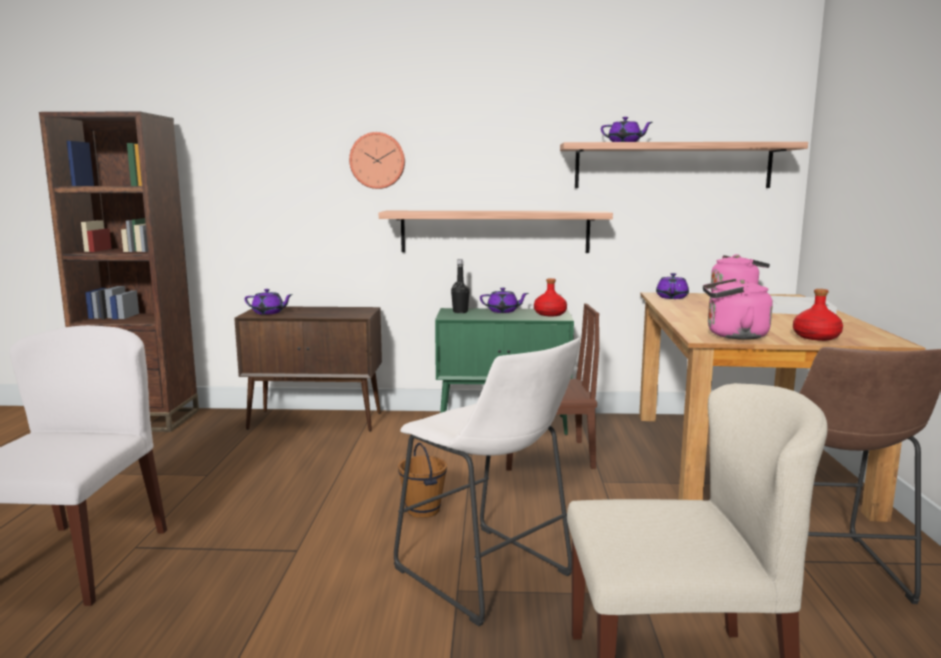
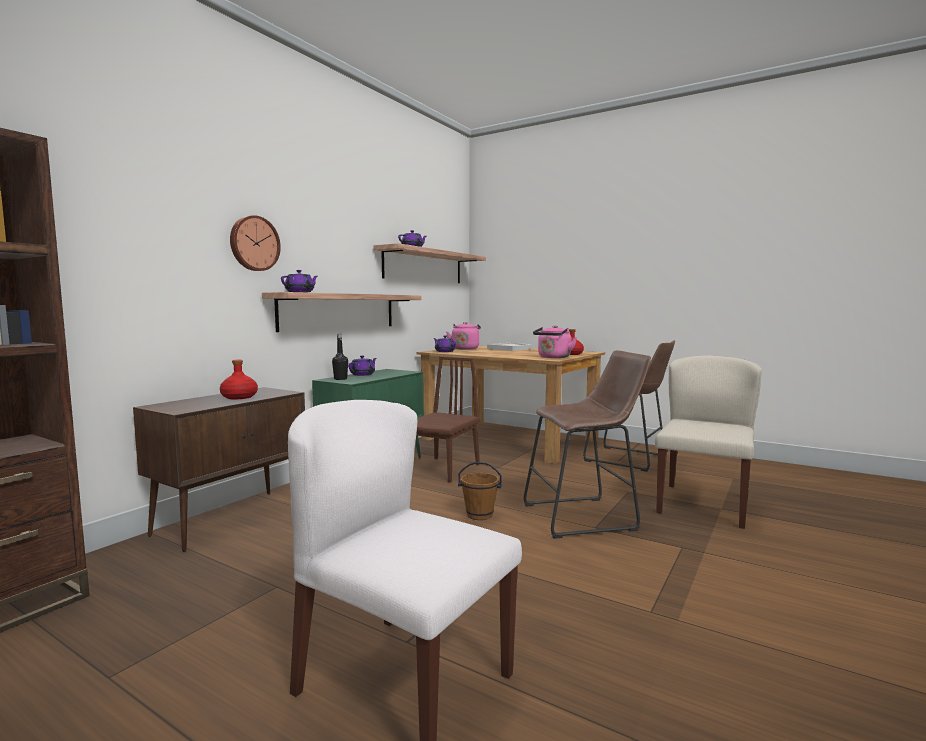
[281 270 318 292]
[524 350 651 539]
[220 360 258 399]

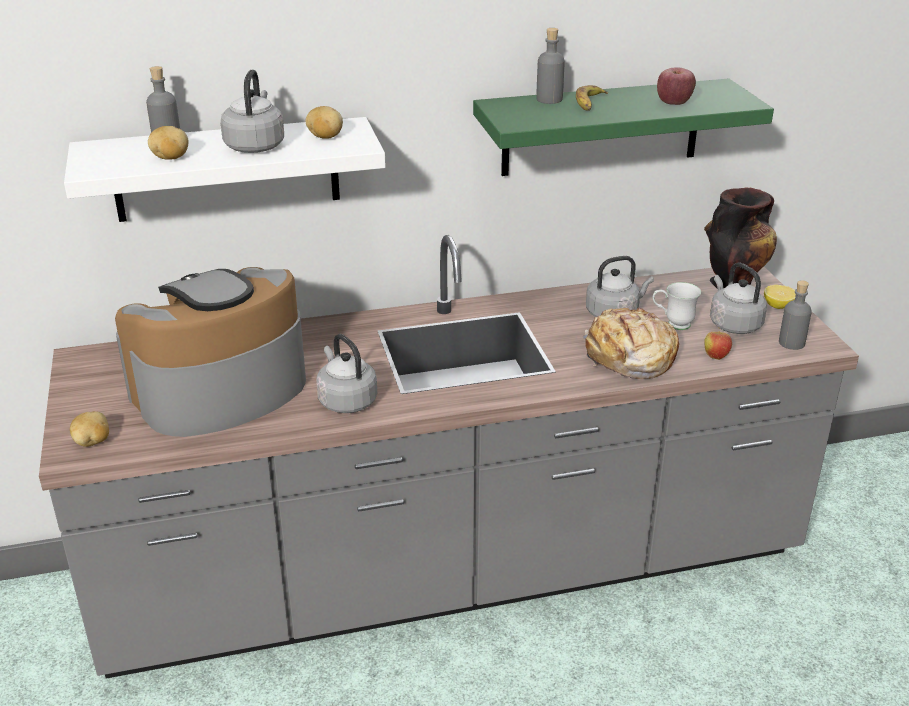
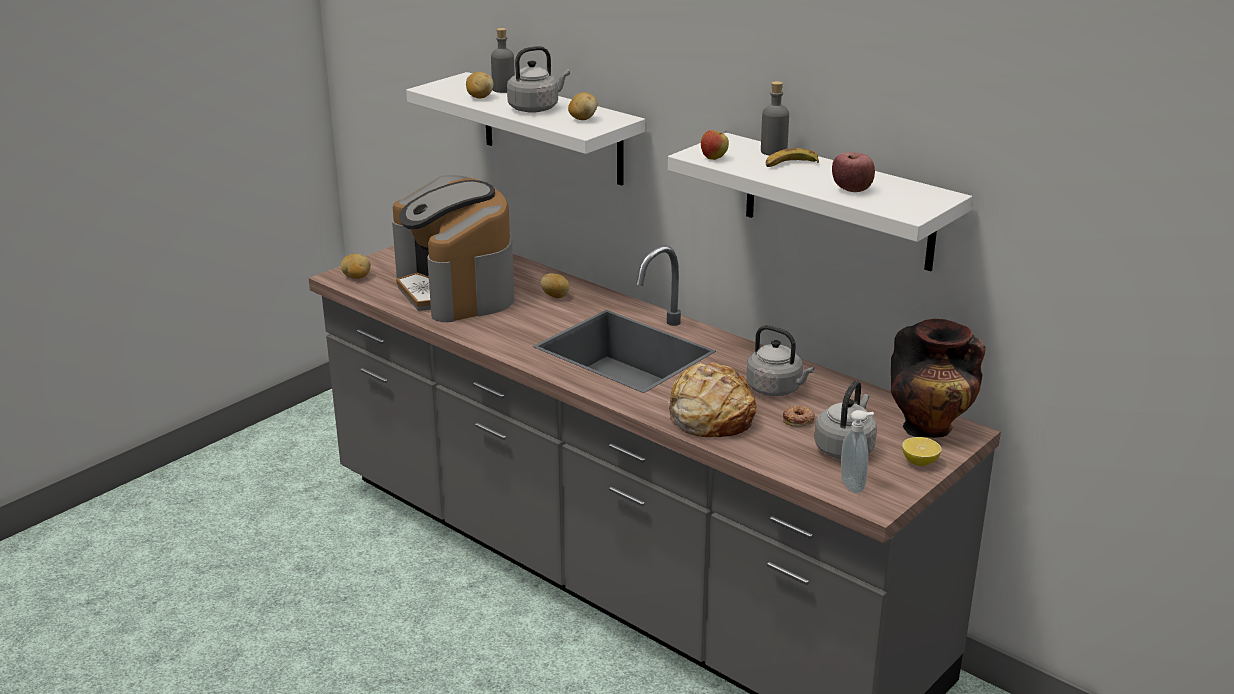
[392 175 514 322]
[316 334 377 413] (first image)
[668 133 972 271]
[783 406 815 427]
[701 130 729 160]
[841 410 874 494]
[541 273 570 298]

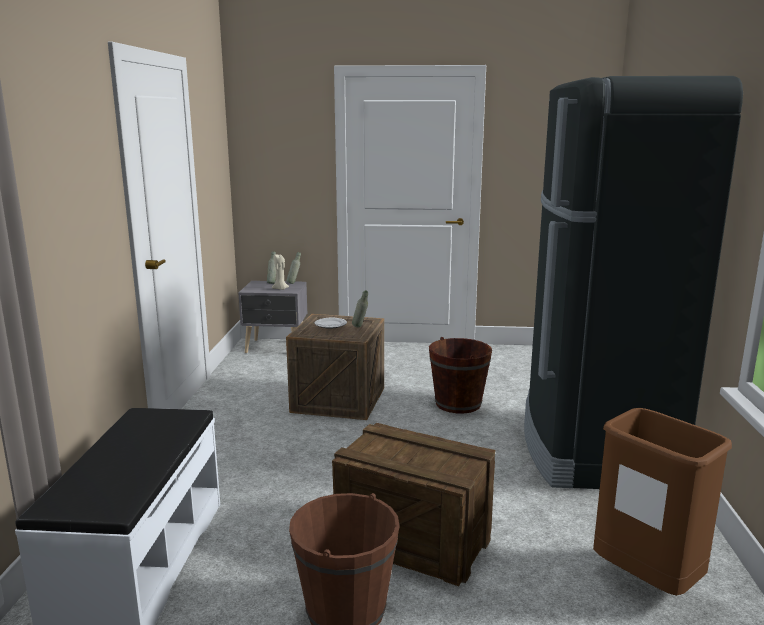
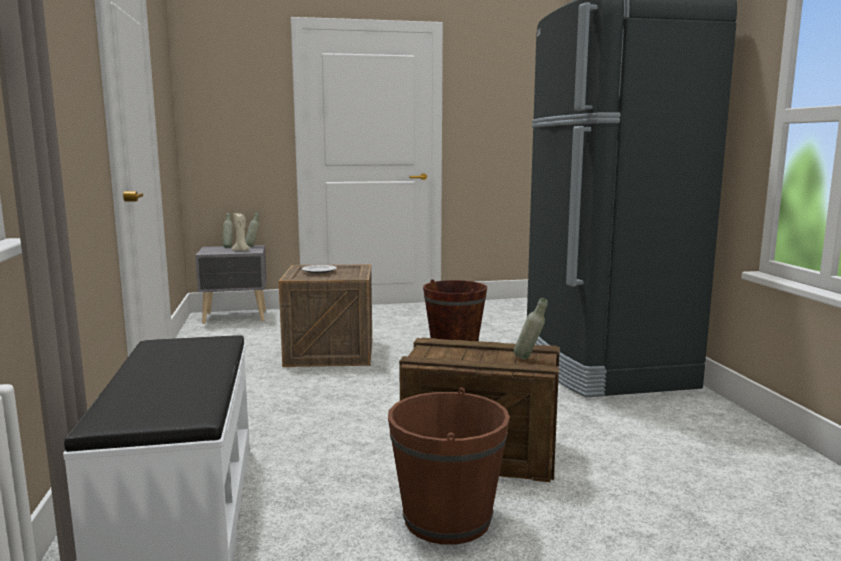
[514 298 548 360]
[593 408 732 596] (first image)

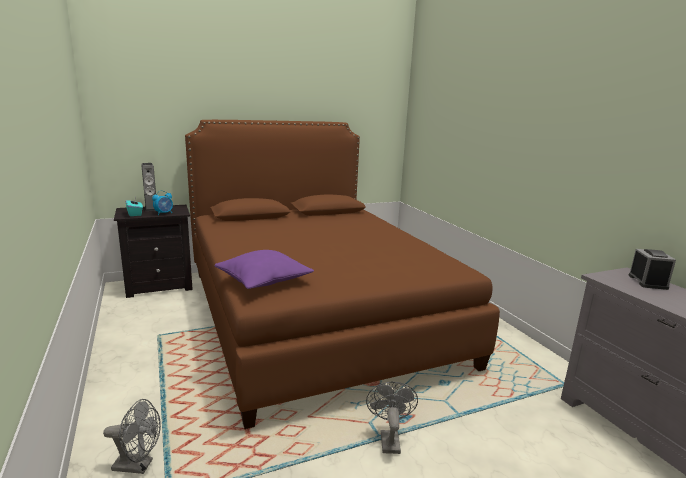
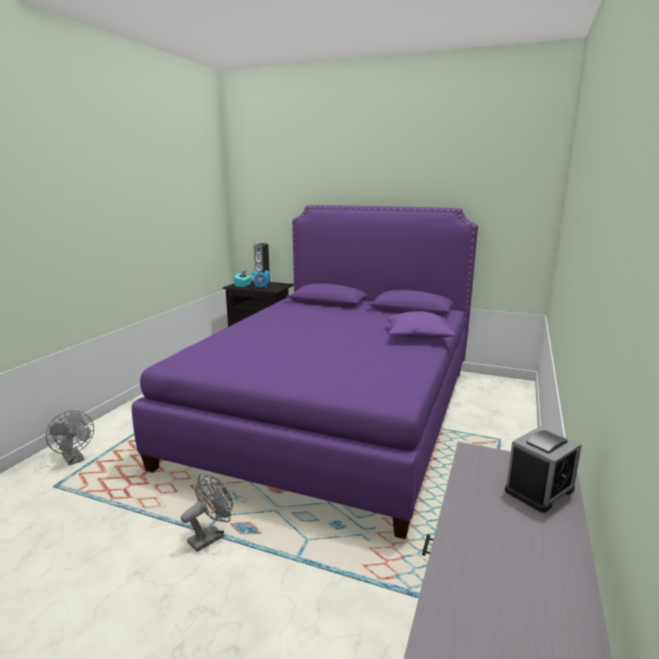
[132 205 478 539]
[387 311 455 339]

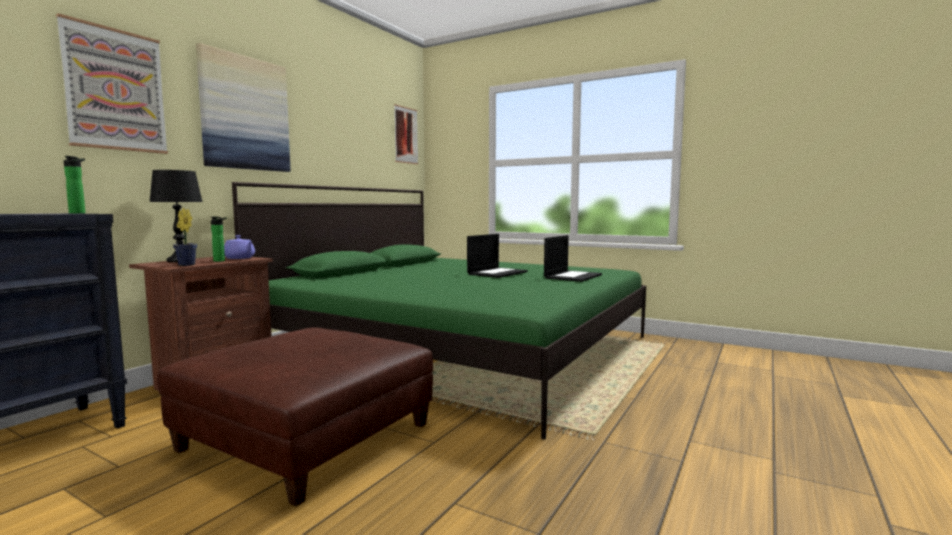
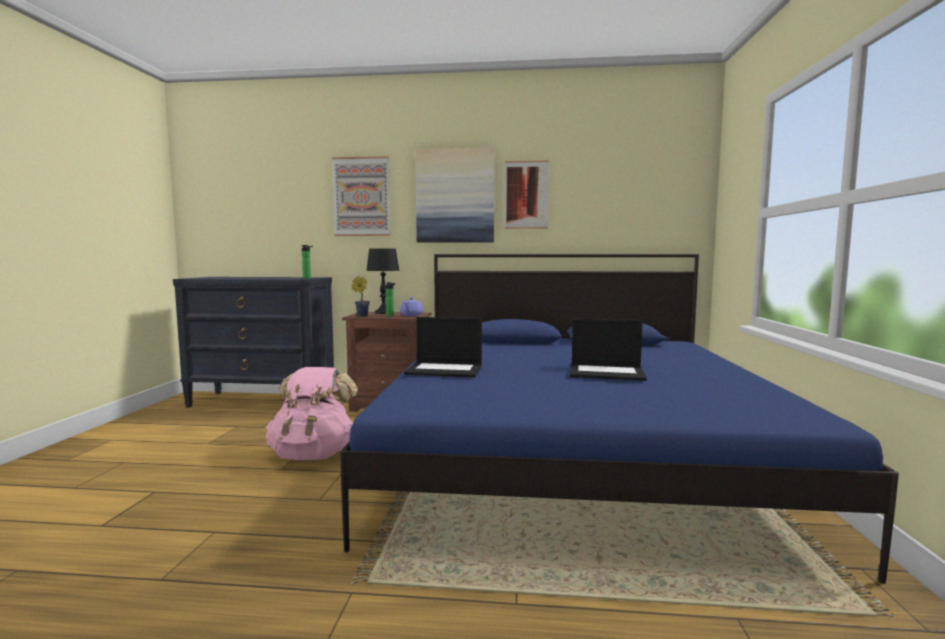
[266 367 358 460]
[340 254 899 584]
[505 160 549 229]
[404 317 482 377]

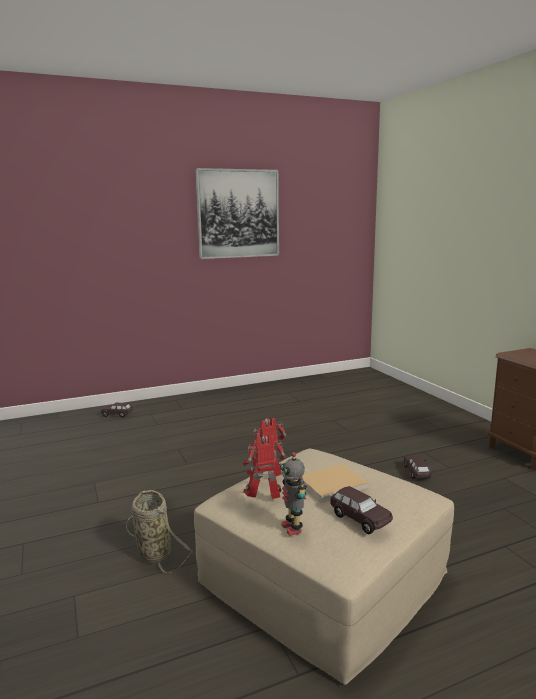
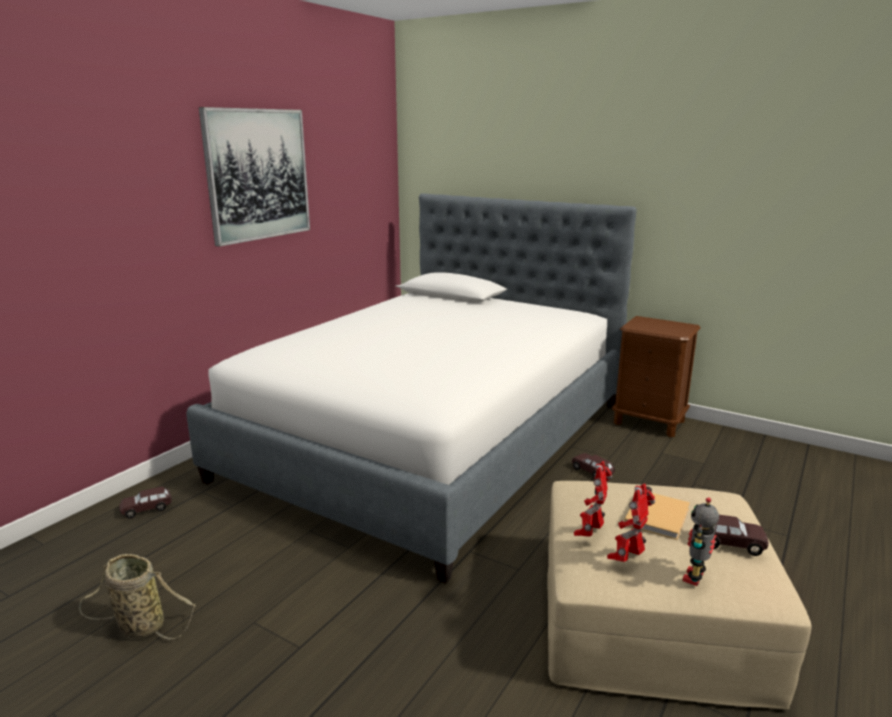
[79 554 195 639]
[682 497 719 586]
[186 193 637 584]

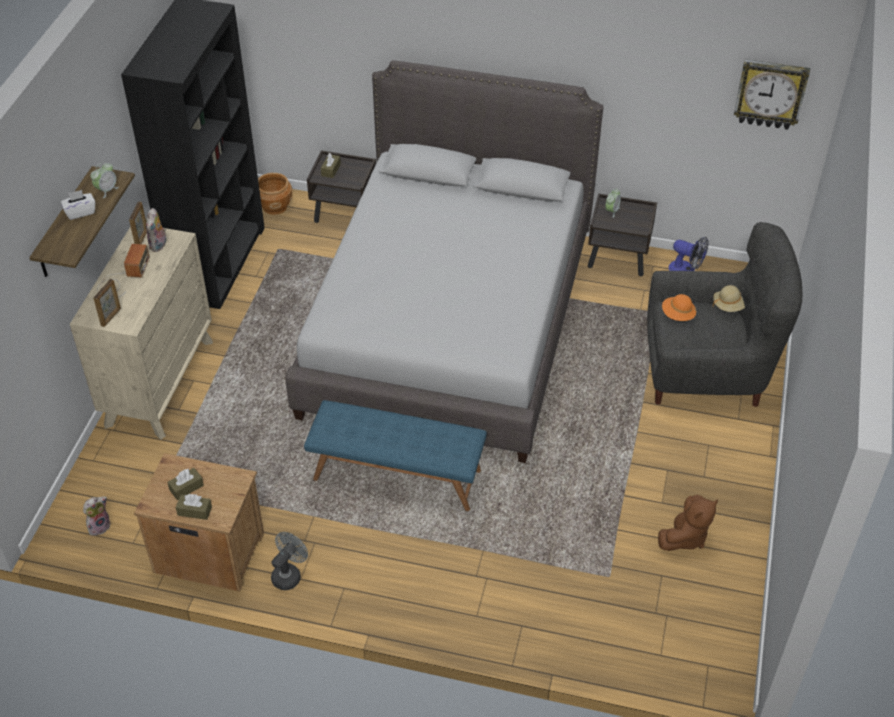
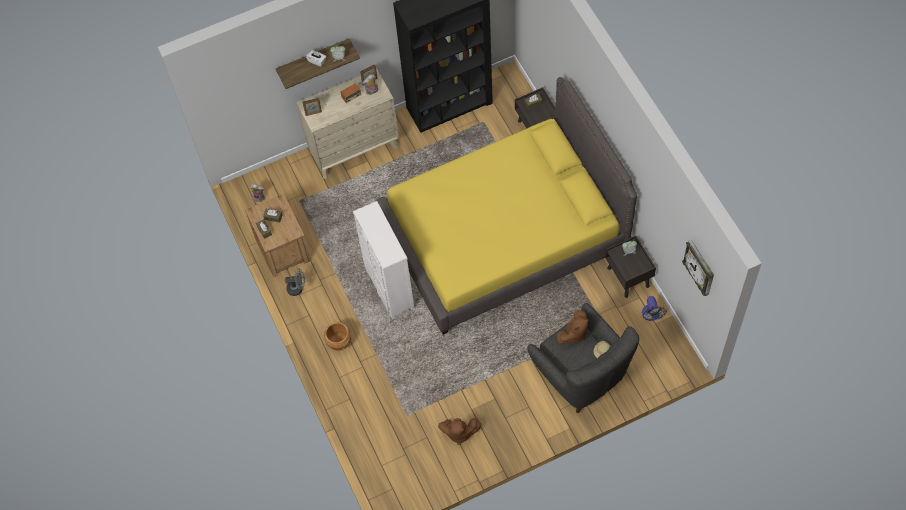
[324 322 351 351]
[377 77 637 335]
[353 201 415 319]
[556 310 589 344]

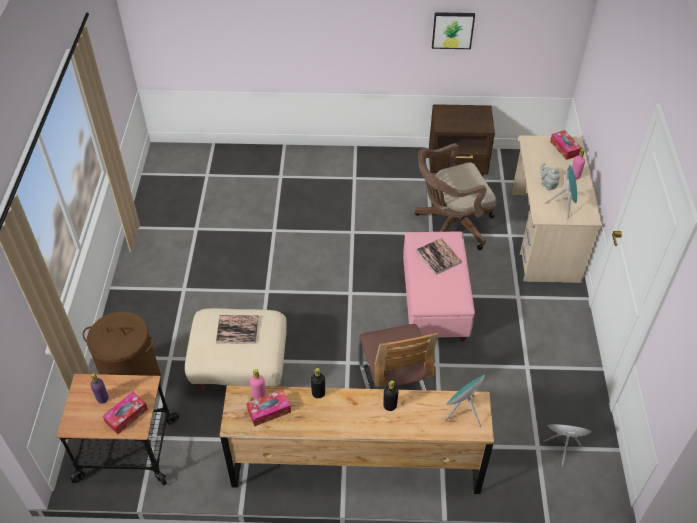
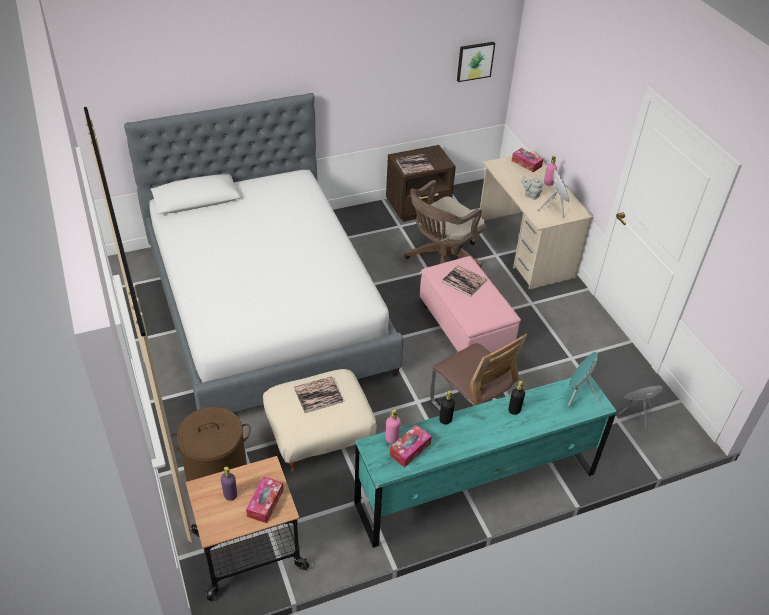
[354 376 617 548]
[457 42 495 82]
[124 93 404 413]
[396 154 434 175]

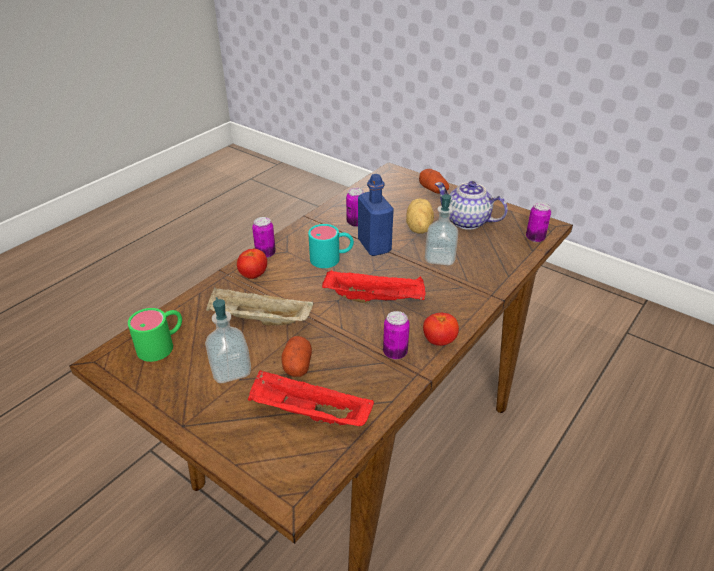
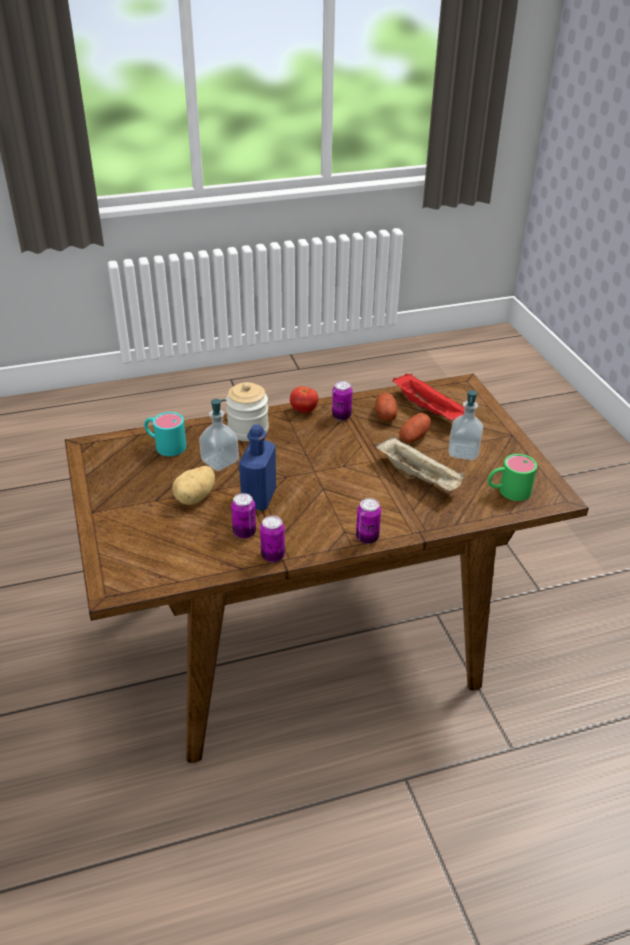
[237 249 267 279] (first image)
[144 412 186 456]
[322 270 425 304] (first image)
[375 393 397 421]
[435 181 508 230] (first image)
[260 516 285 562]
[226 382 269 441]

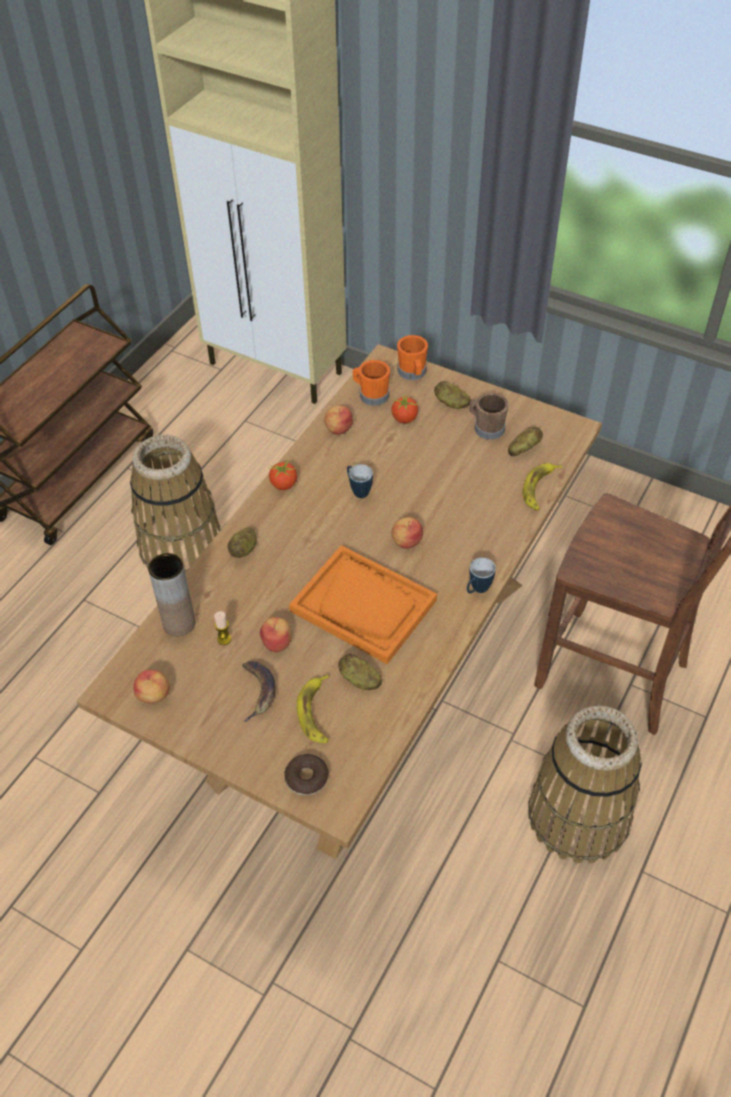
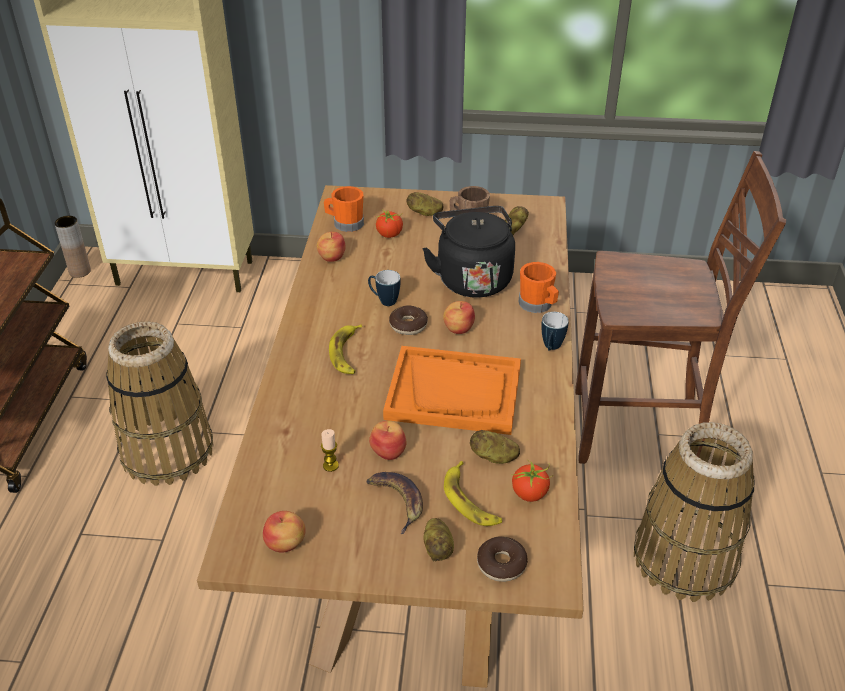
[55 216 91 278]
[423 518 454 561]
[511 461 552 502]
[519 262 559 313]
[329 324 362 374]
[389 305 428 335]
[422 206 515 298]

